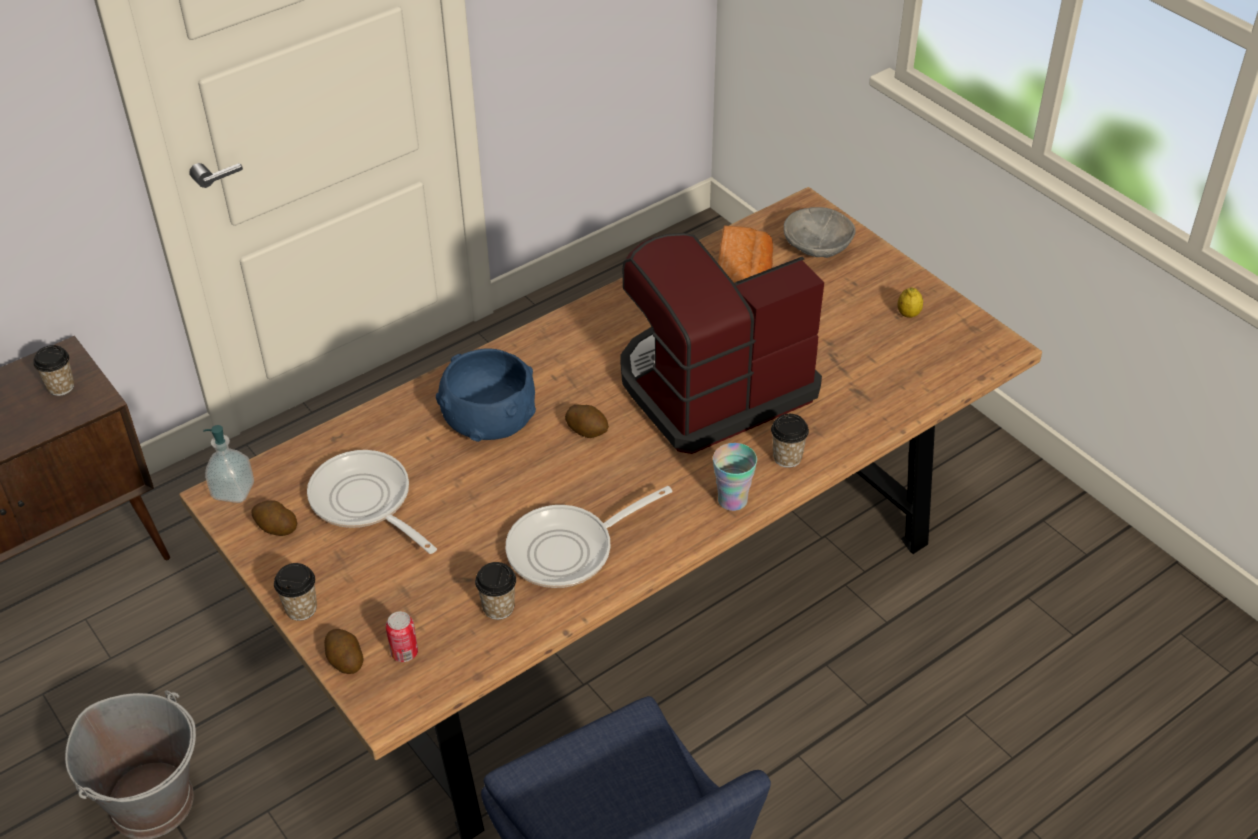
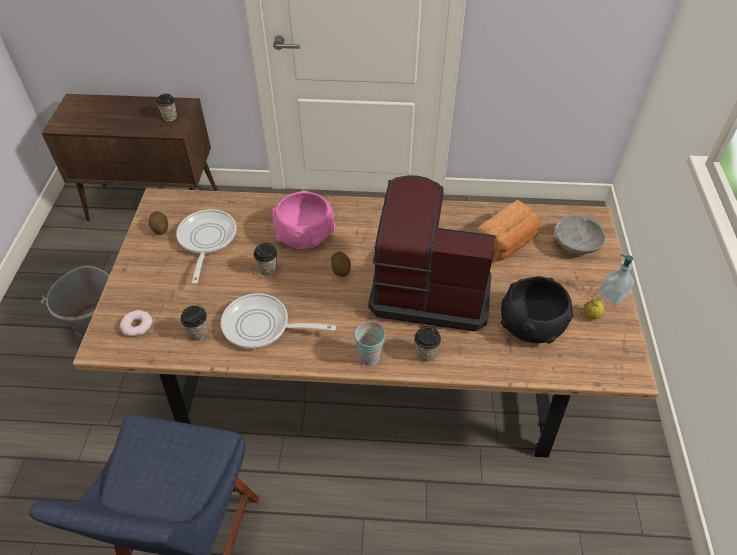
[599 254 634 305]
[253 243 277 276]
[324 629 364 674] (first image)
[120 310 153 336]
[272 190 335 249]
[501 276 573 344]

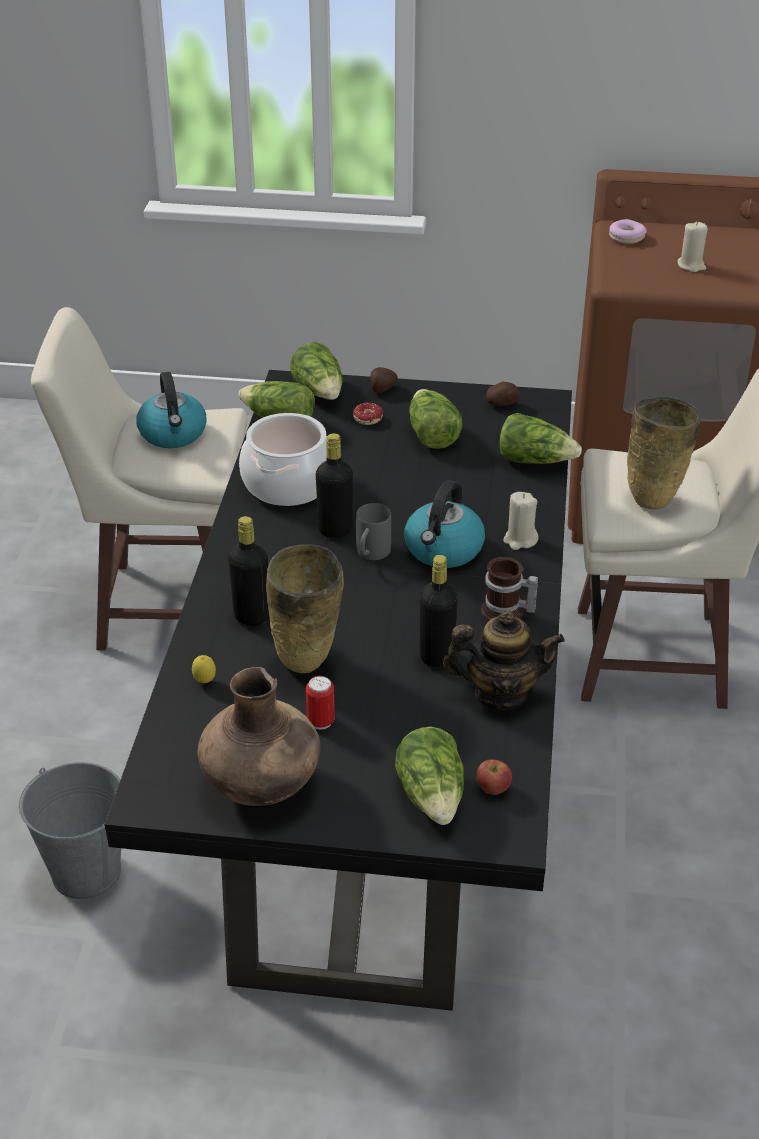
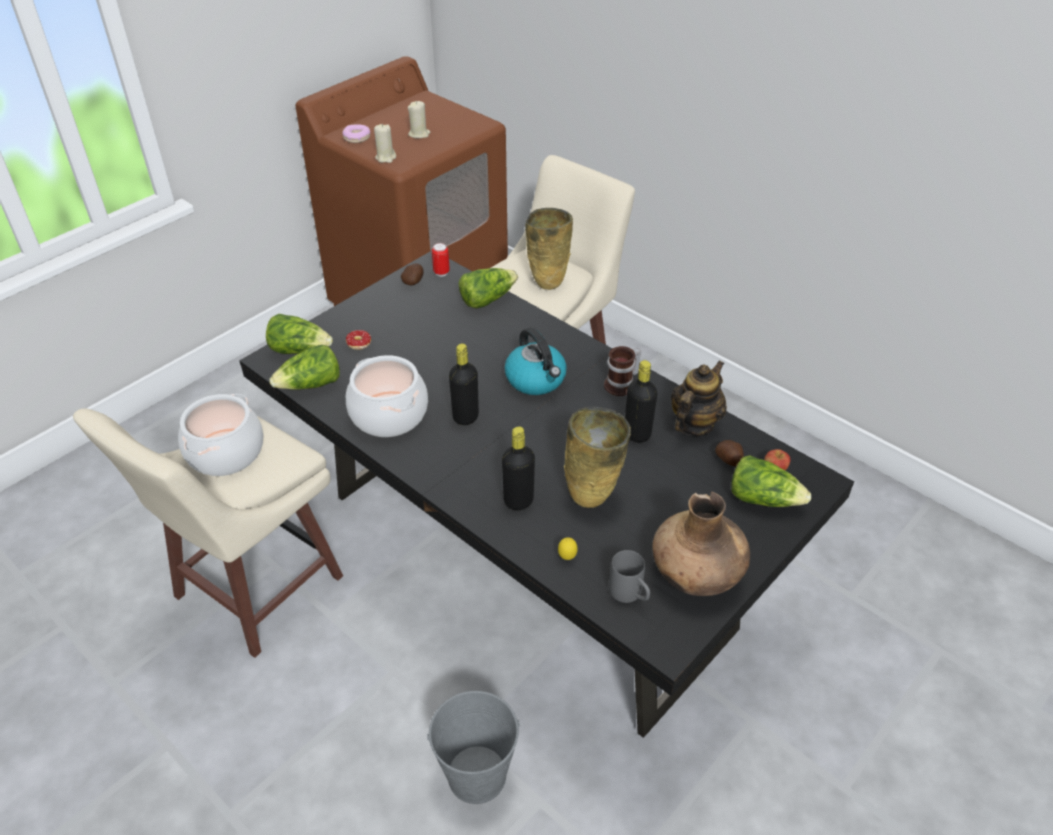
[178 394 264 476]
[432 243 450 276]
[609 550 650 603]
[715 440 744 466]
[409 389 462 449] (first image)
[374 124 396 163]

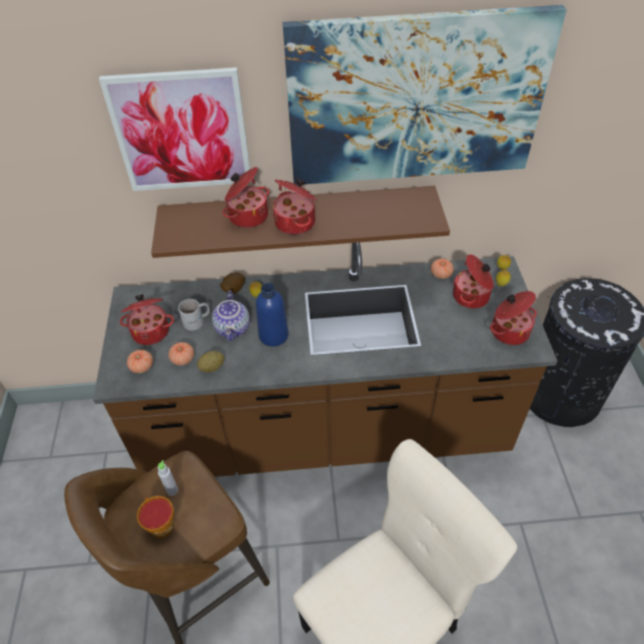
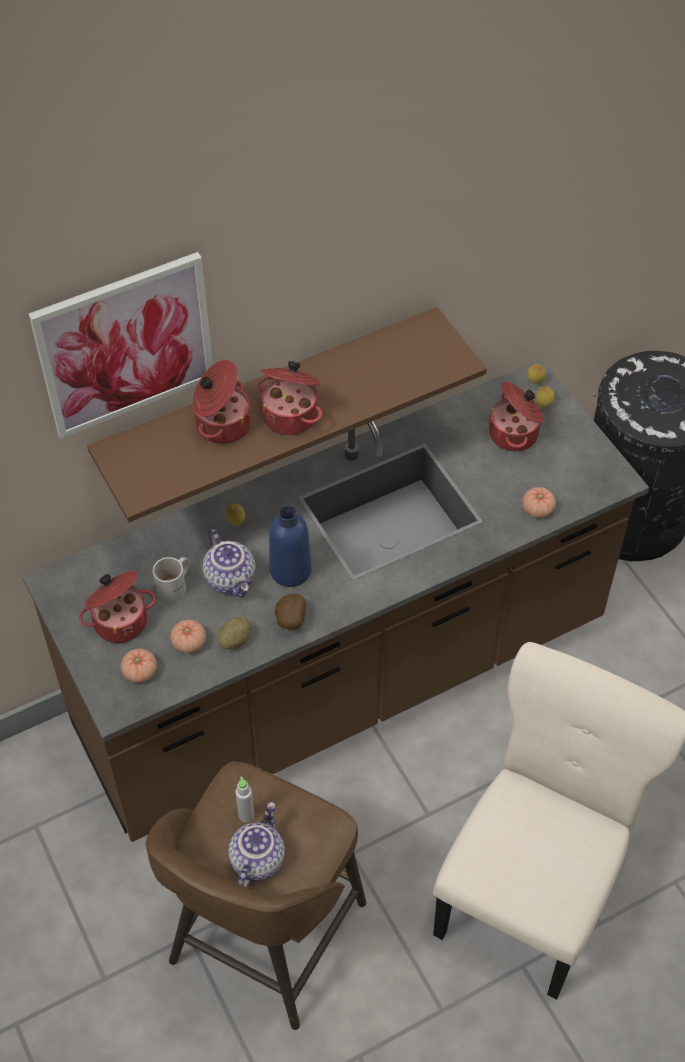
[228 802 285 888]
[275 594 306 630]
[283 5 567 184] (first image)
[522 487 556 518]
[490 291 537 345] (first image)

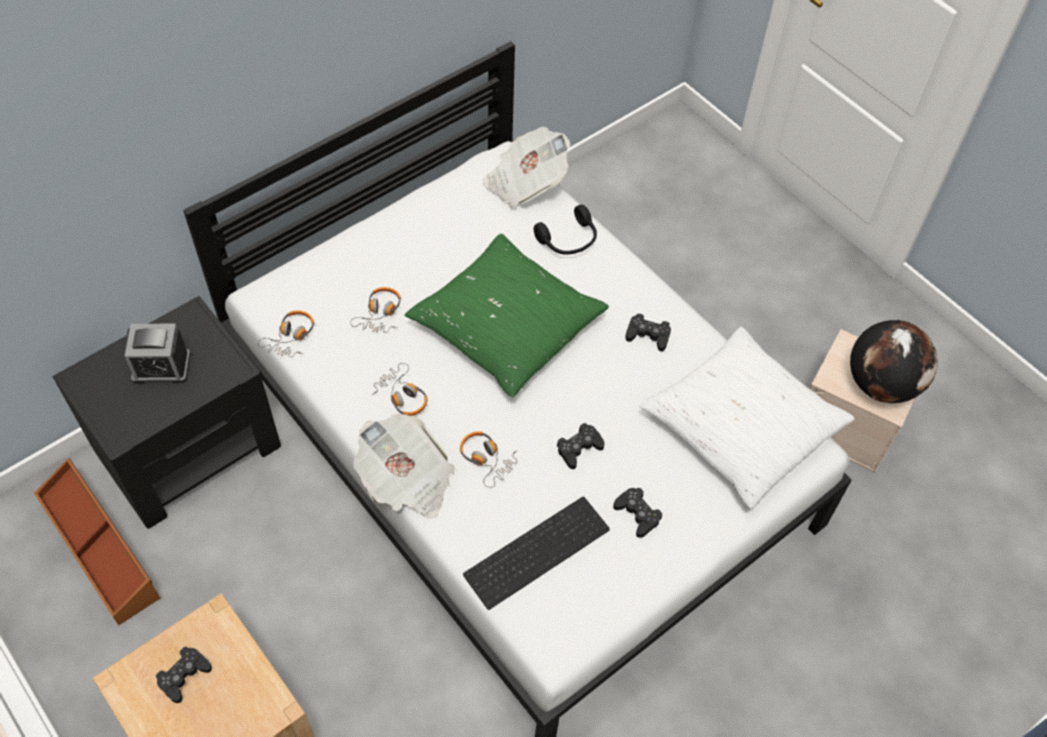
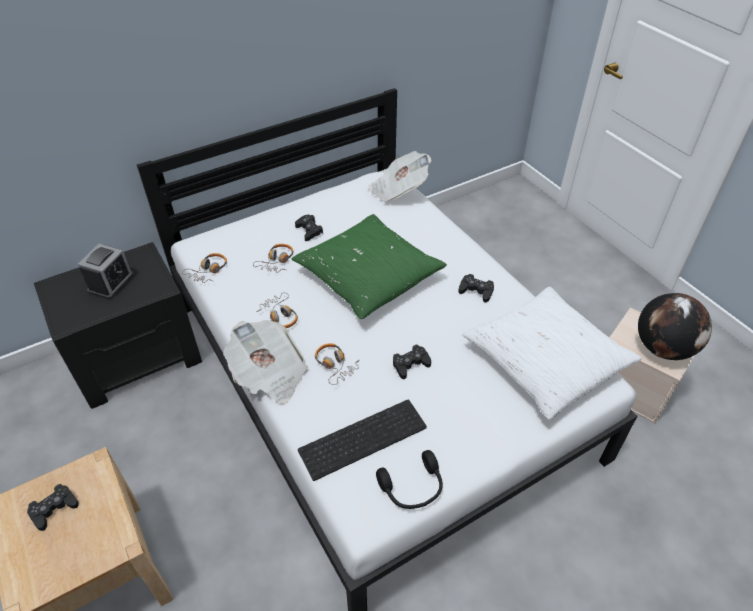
[34 458 160 625] (first image)
[78 244 134 300]
[376 450 443 509]
[295 215 323 241]

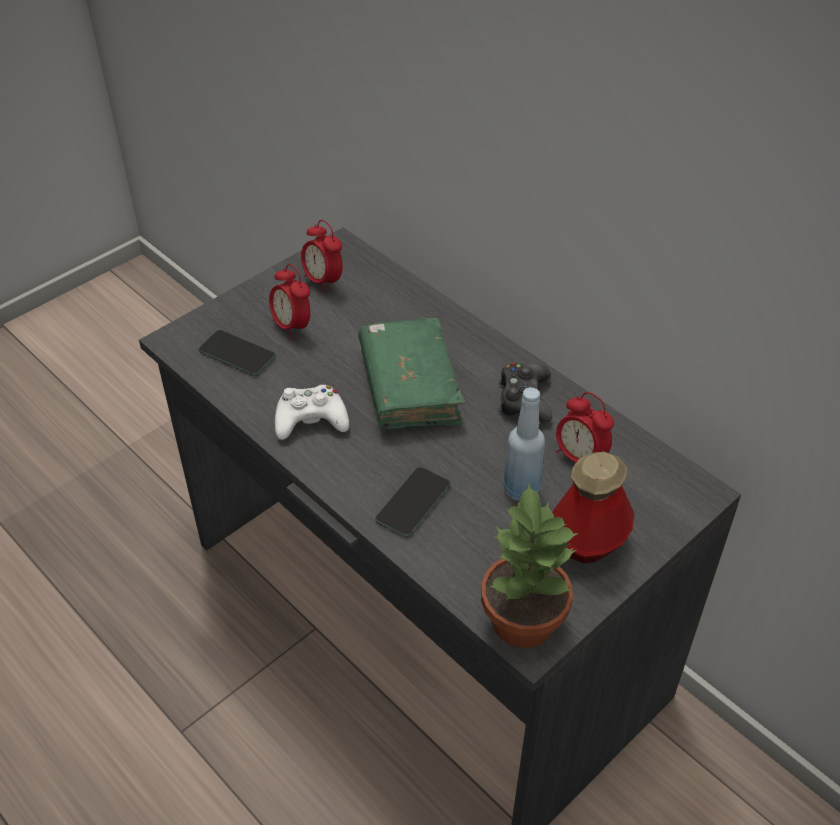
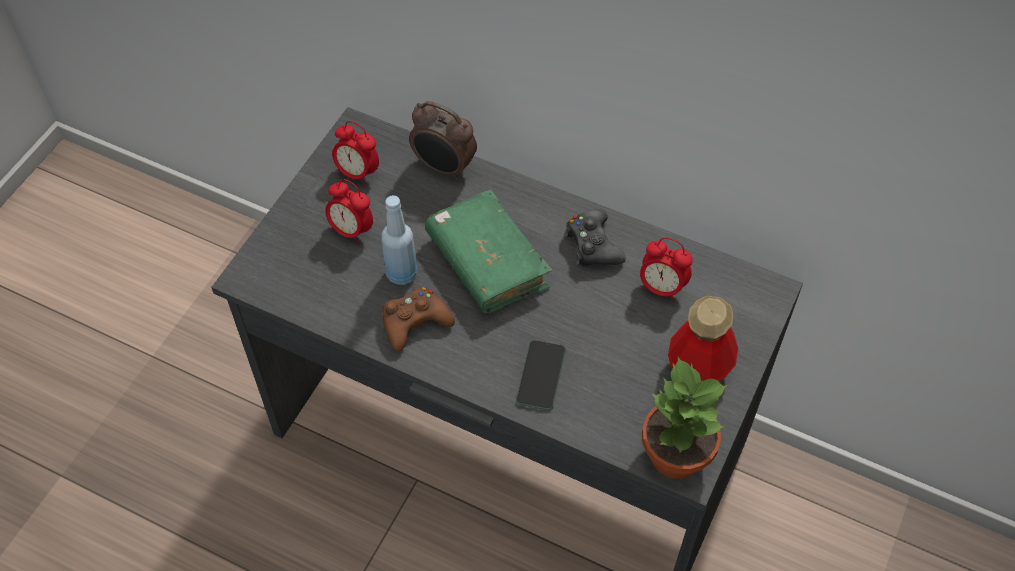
[199 330 276 376] (first image)
[382 287 455 352]
[381 195 418 285]
[409 101 477 180]

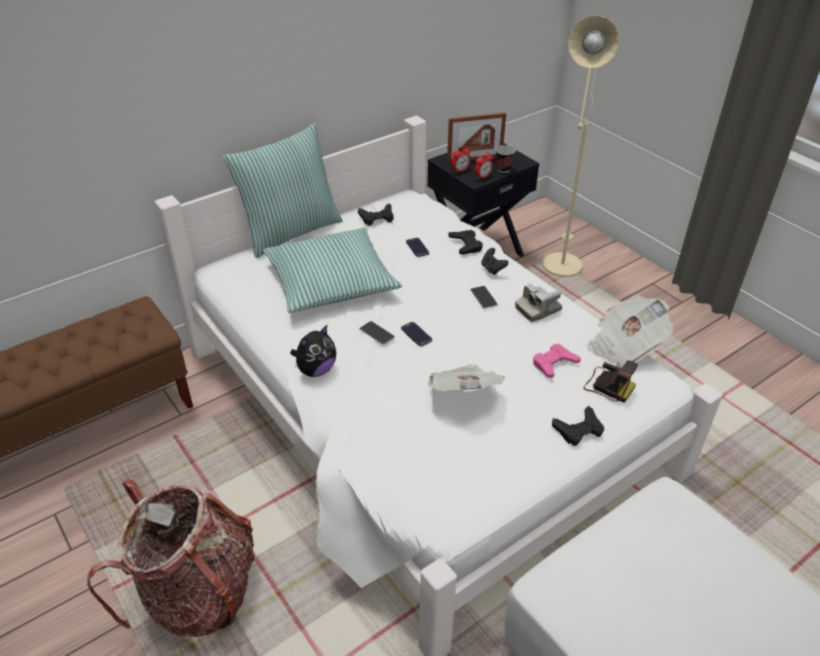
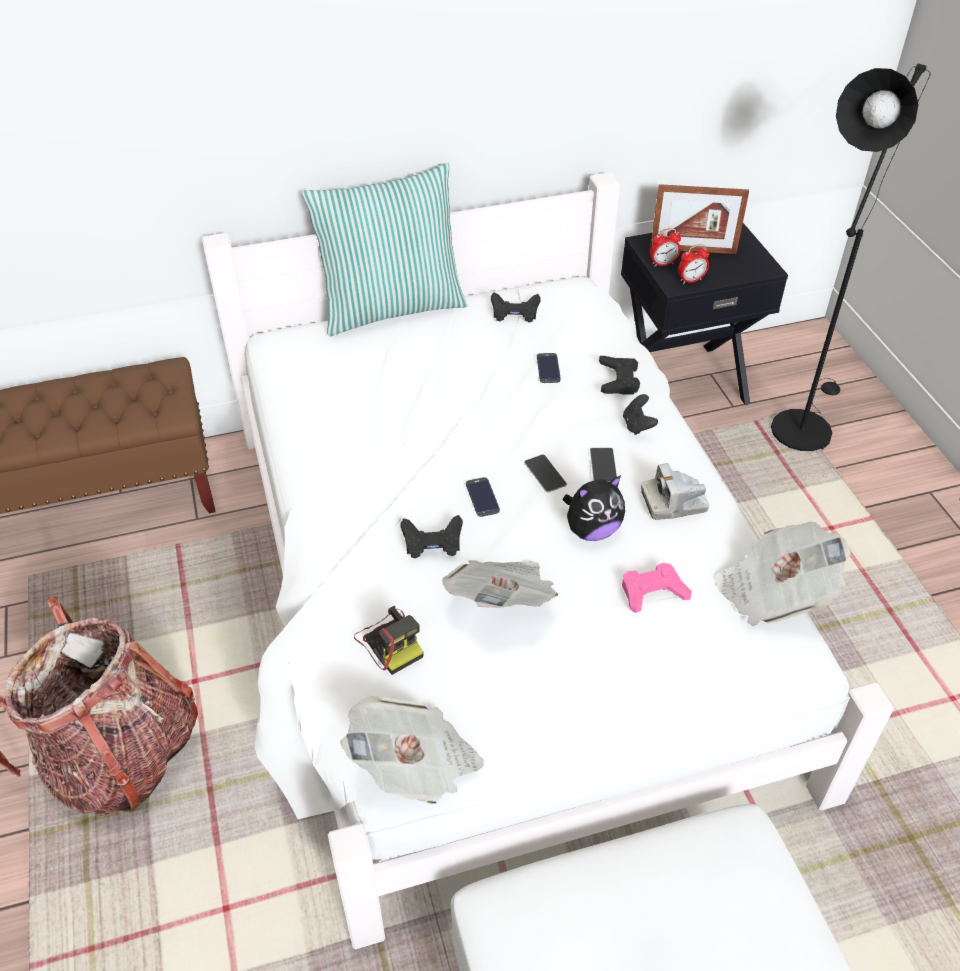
[263 228 402 313] (first image)
[563 475 625 541]
[524 454 567 492]
[496 145 515 173] (first image)
[771 64 931 451]
[400 515 463 558]
[354 606 424 675]
[340 696 484 804]

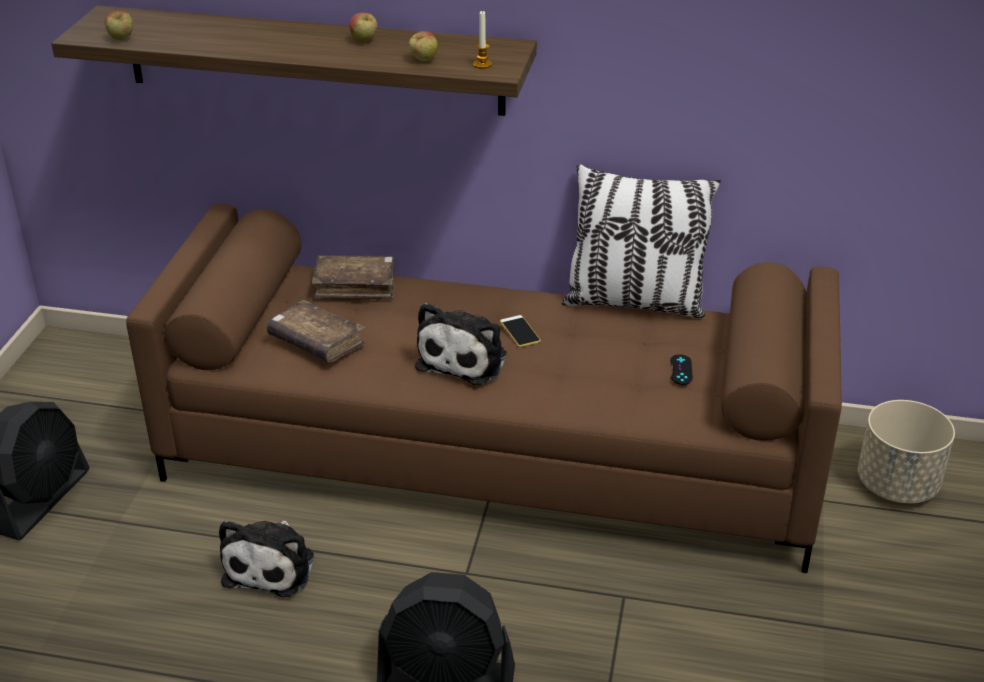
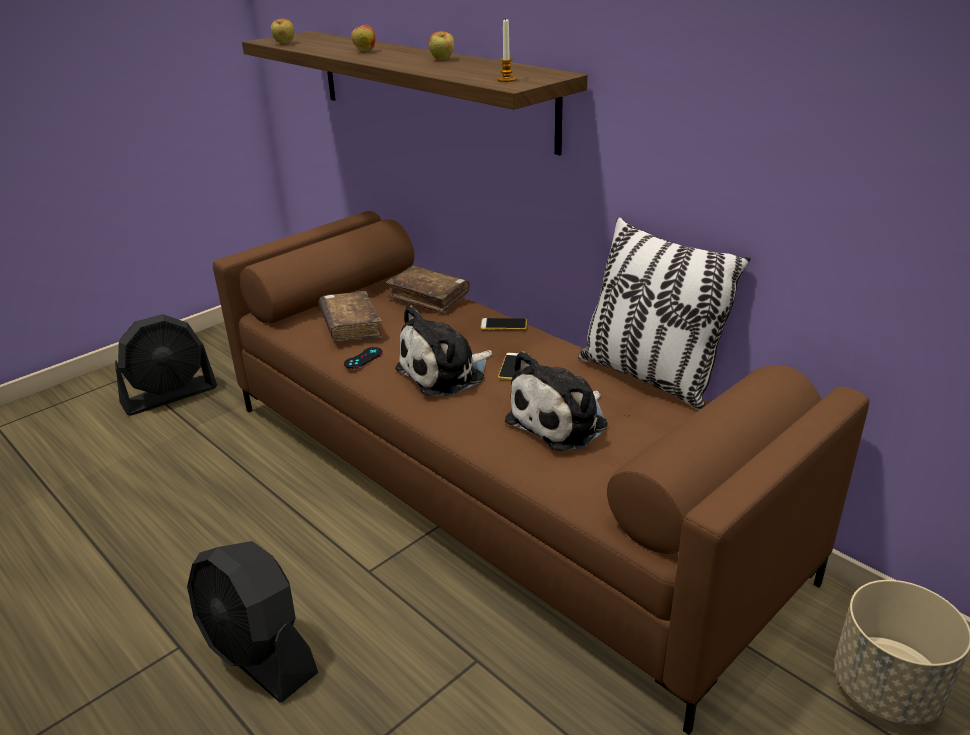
[505 351 608 451]
[351 25 375 52]
[344 347 383 369]
[480 318 527 330]

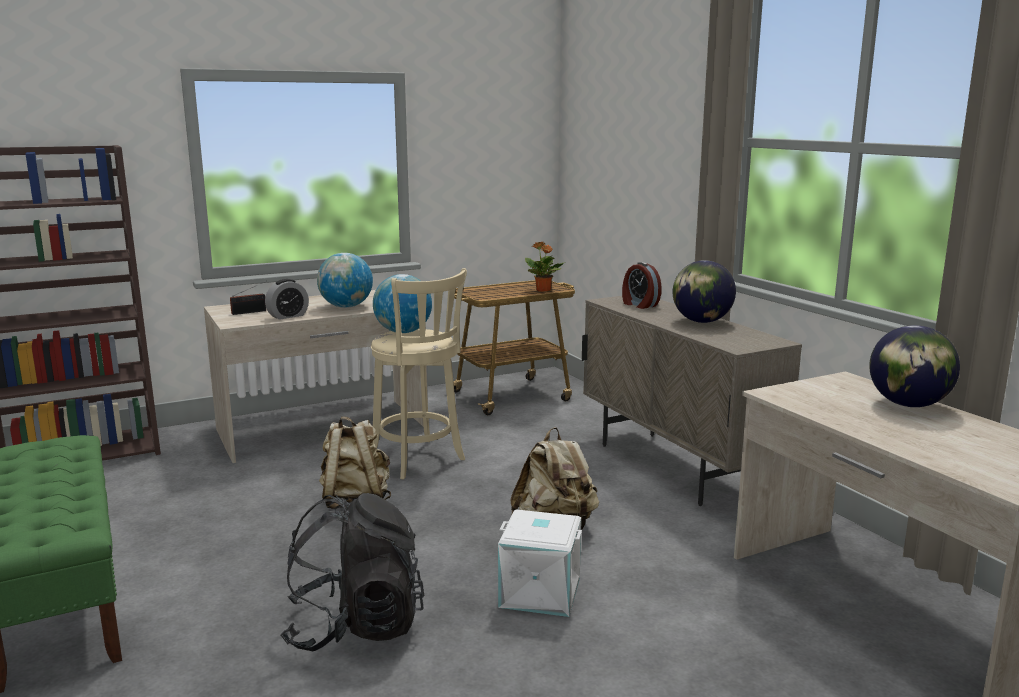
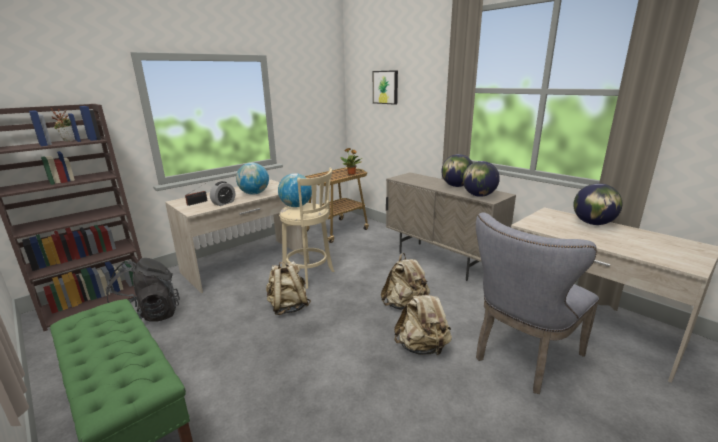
[106 258 180 322]
[394 287 452 355]
[622 262 662 309] (first image)
[51 108 74 142]
[373 70 398 105]
[463 161 500 197]
[476 212 599 394]

